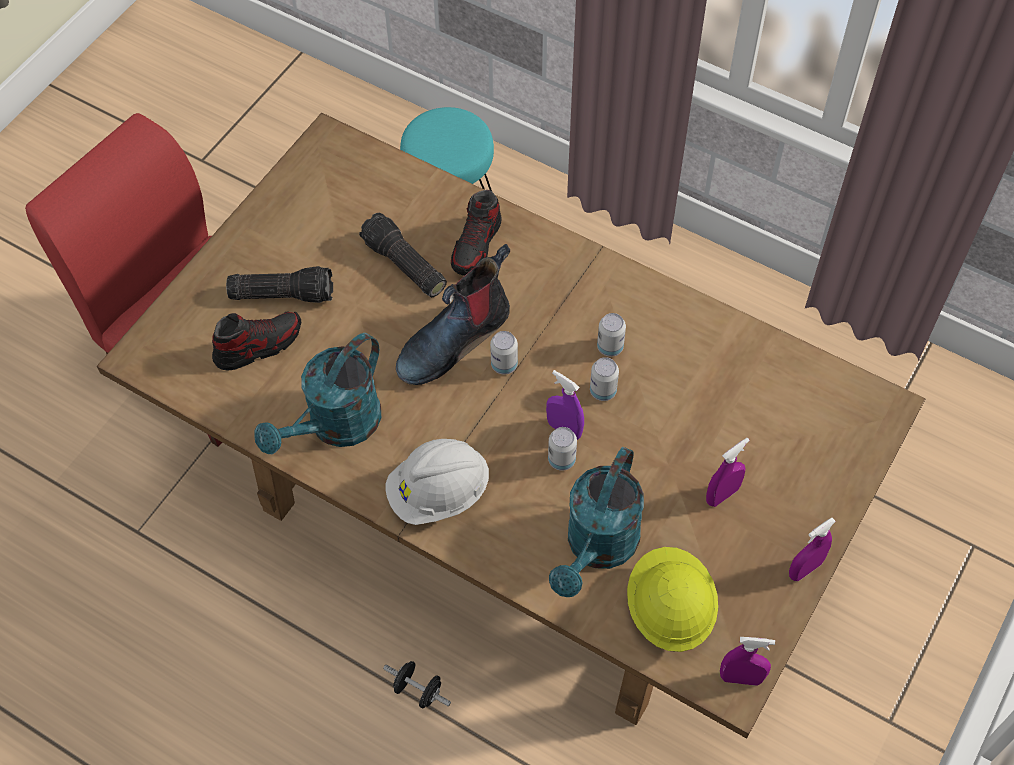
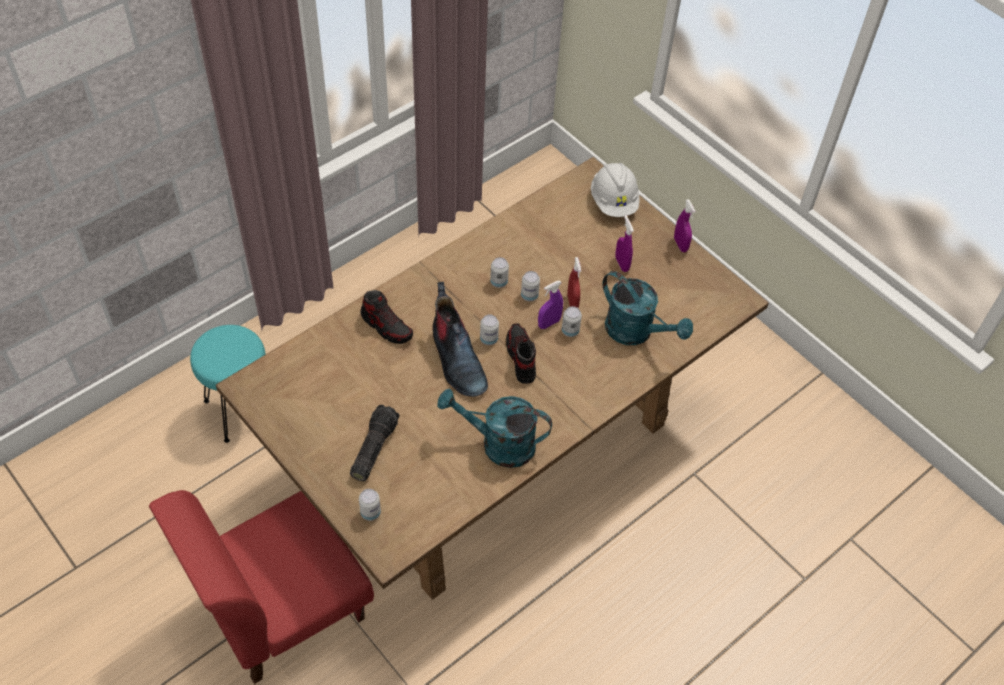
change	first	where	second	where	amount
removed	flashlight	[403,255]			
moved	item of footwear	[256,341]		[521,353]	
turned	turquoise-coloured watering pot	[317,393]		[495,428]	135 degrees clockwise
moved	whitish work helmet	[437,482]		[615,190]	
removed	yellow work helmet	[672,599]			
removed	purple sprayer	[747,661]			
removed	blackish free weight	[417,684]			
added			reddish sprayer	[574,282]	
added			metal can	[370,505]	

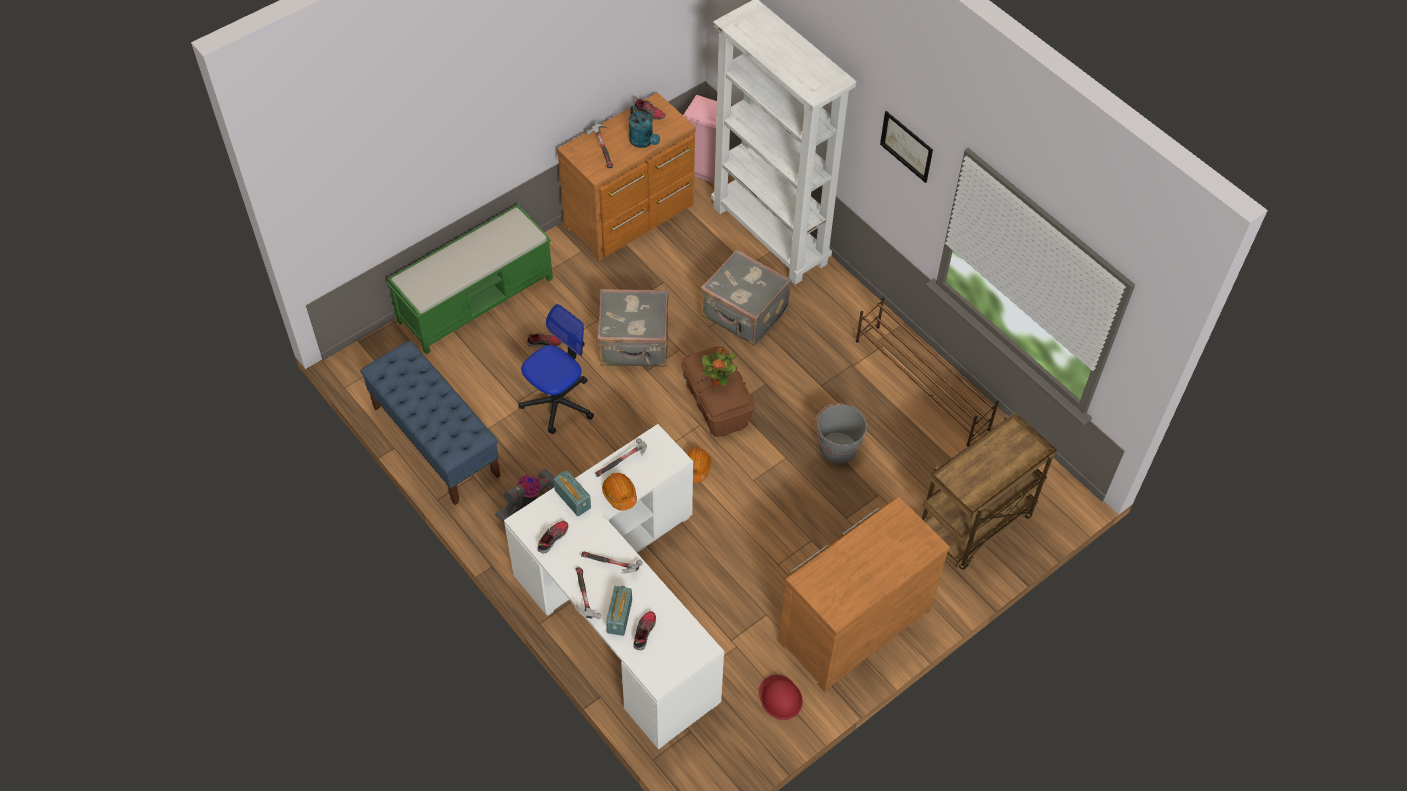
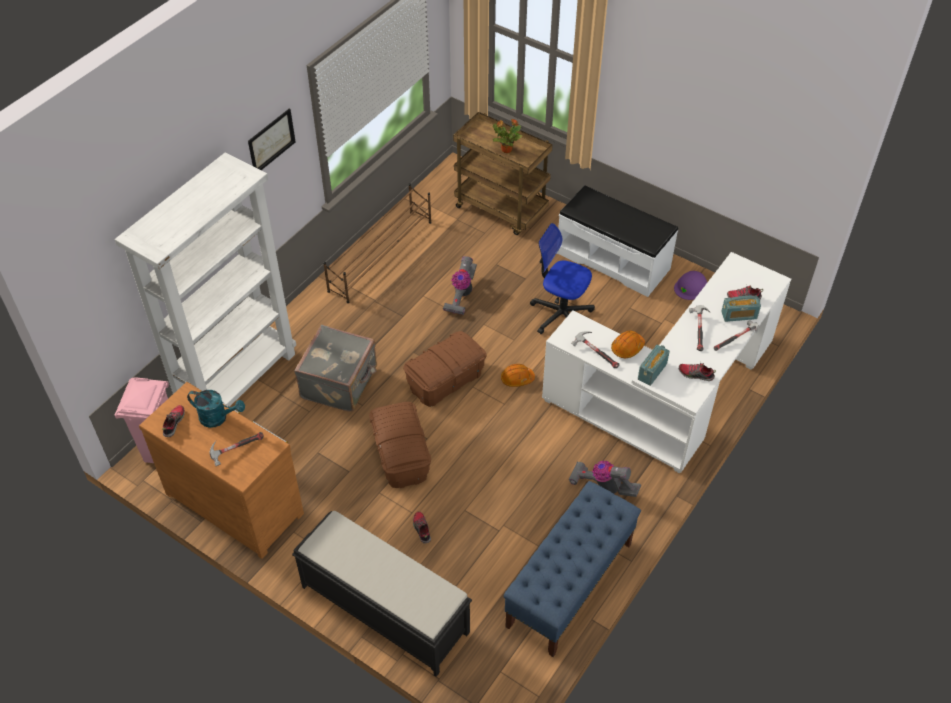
change	first	where	second	where	amount
turned	turquoise-coloured watering pot	[644,126]		[216,409]	60 degrees clockwise
recoloured	greenish indoor bench	[469,279]	blackish indoor bench	[382,594]	
replaced	greyish travel case	[632,328]	brown-coloured storage bin	[400,445]	
moved	office chair	[556,369]		[562,278]	
moved	plant in a pot	[719,367]		[507,136]	
replaced	greyish bucket	[841,433]	vacuum cleaner	[460,285]	
replaced	brown-coloured chest of drawers	[864,594]	whitish indoor bench	[617,241]	
recoloured	reddish work helmet	[781,697]	purple work helmet	[690,285]	

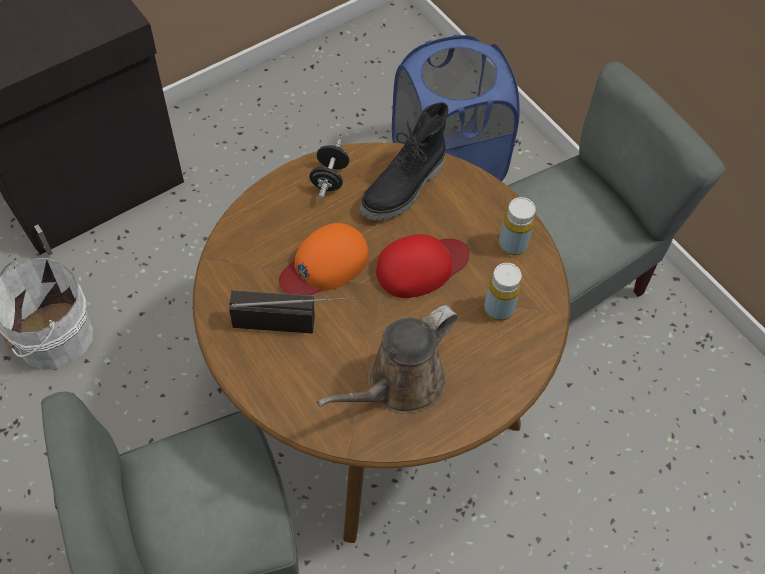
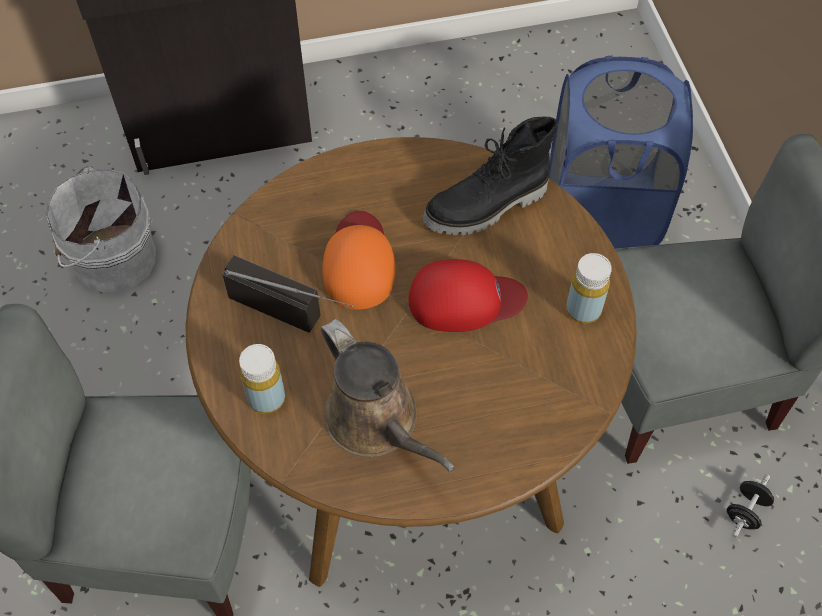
change	first	where	second	where	amount
moved	blackish free weight	[329,169]		[750,506]	
turned	orange-coloured cap	[324,259]		[359,260]	105 degrees clockwise
moved	yellow drink bottle	[503,292]		[262,379]	
turned	brown-coloured watering pot	[387,359]		[388,395]	105 degrees counterclockwise

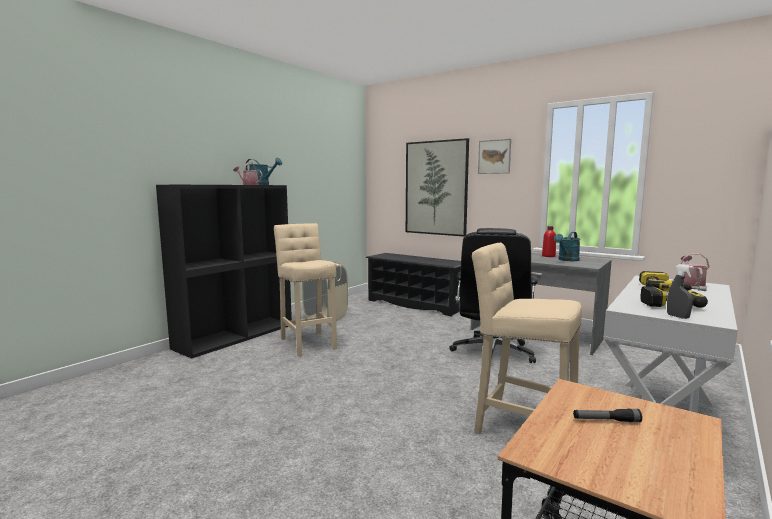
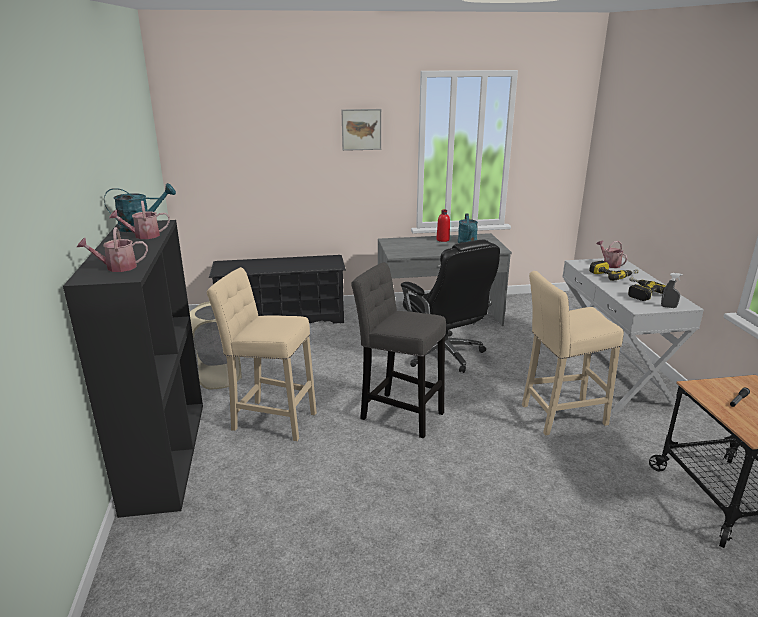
change	first	where	second	where	amount
removed	picture	[437,187]			
added			watering pot	[112,249]	
added			greyish sitting stool	[398,350]	

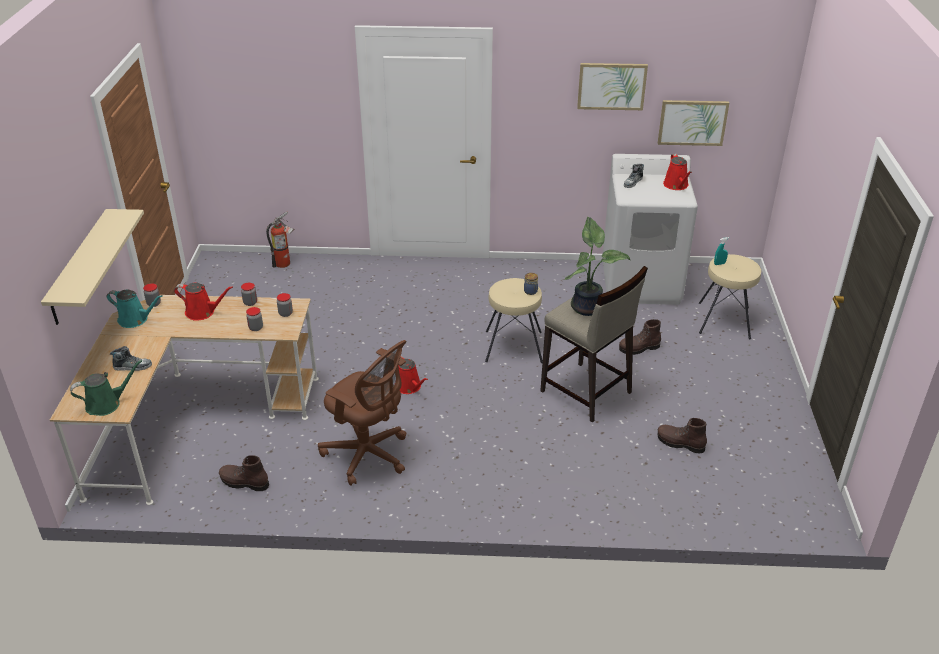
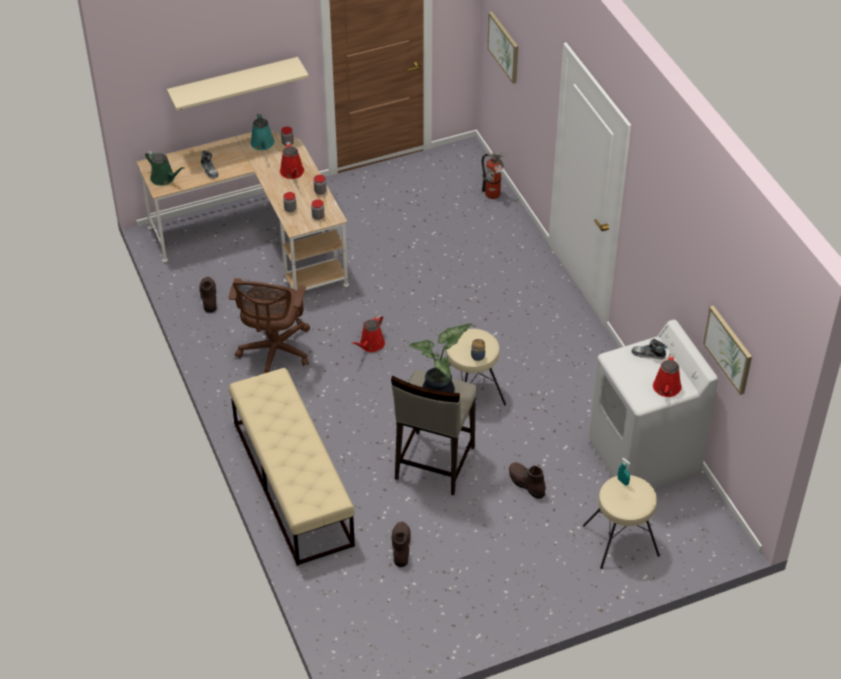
change	first	where	second	where	amount
moved	picture	[612,86]		[502,47]	
turned	reddish watering pot	[677,172]		[667,375]	45 degrees counterclockwise
added			beige indoor bench	[292,467]	

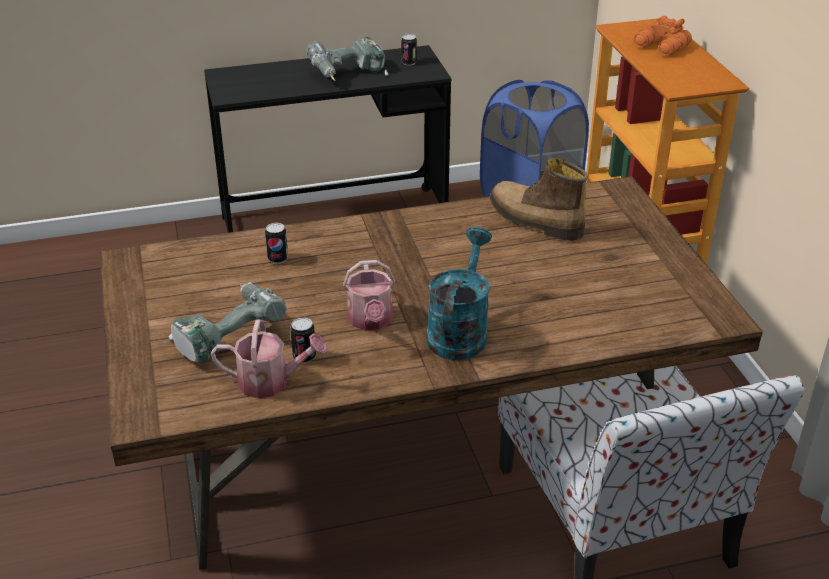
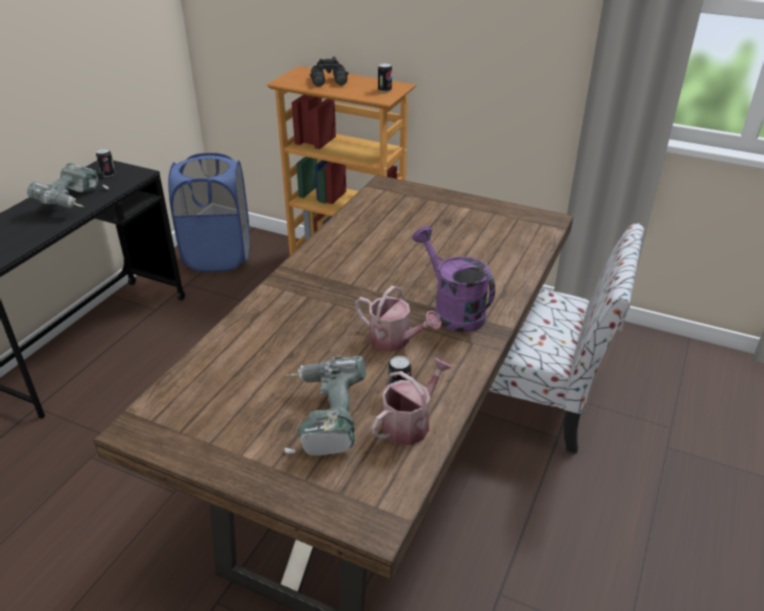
change	first	where	second	where	amount
recoloured	orange-coloured pair of binoculars	[663,36]	blackish pair of binoculars	[329,71]	
removed	tall boot	[539,199]			
moved	metal can	[276,243]		[385,77]	
recoloured	turquoise-coloured watering pot	[459,293]	purple watering pot	[454,279]	

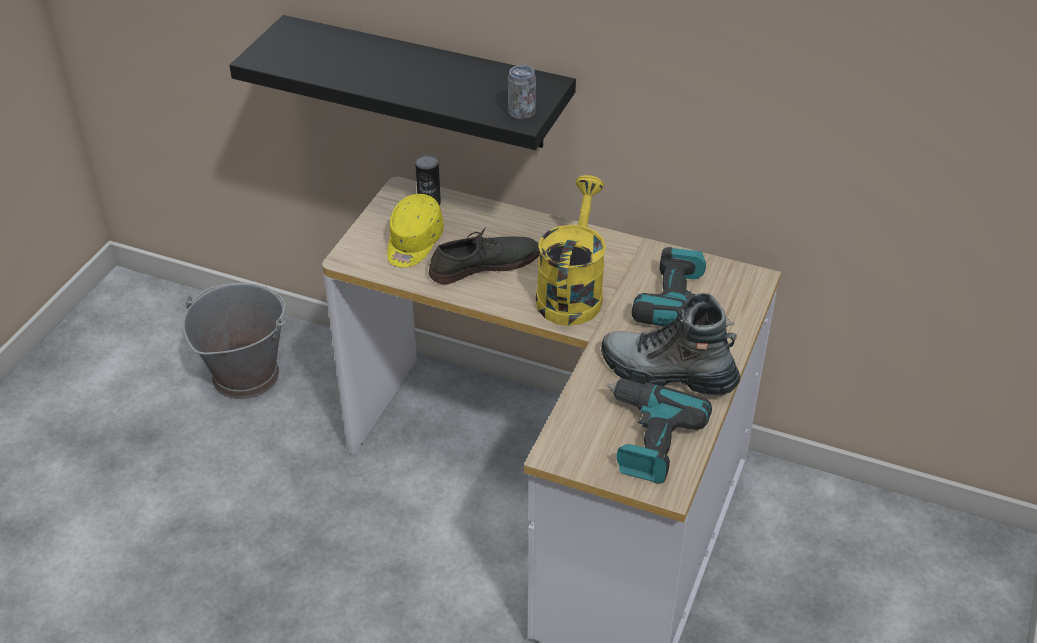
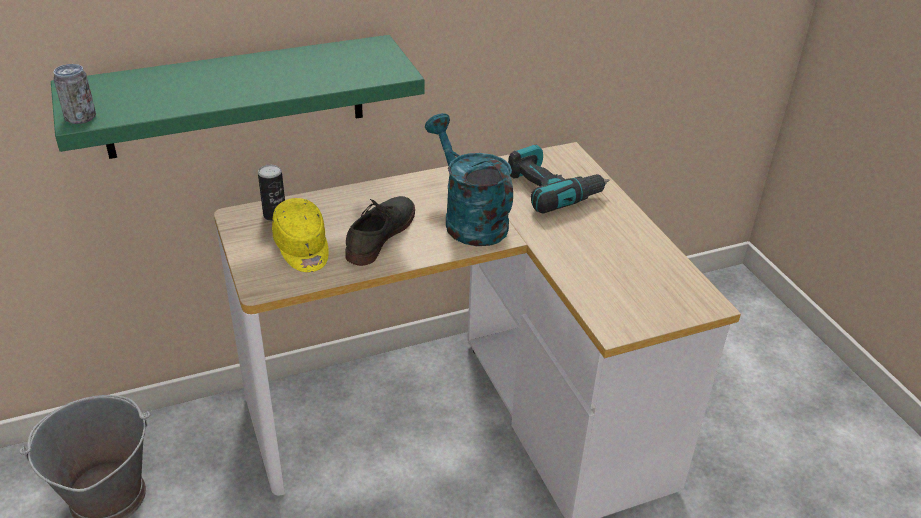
change	first	where	second	where	amount
recoloured	blackish shelf	[402,82]	greenish shelf	[237,97]	
moved	metal can	[522,92]		[74,94]	
recoloured	yellow watering pot	[571,250]	turquoise-coloured watering pot	[469,179]	
removed	tall boot	[670,344]			
removed	electric drill	[658,431]			

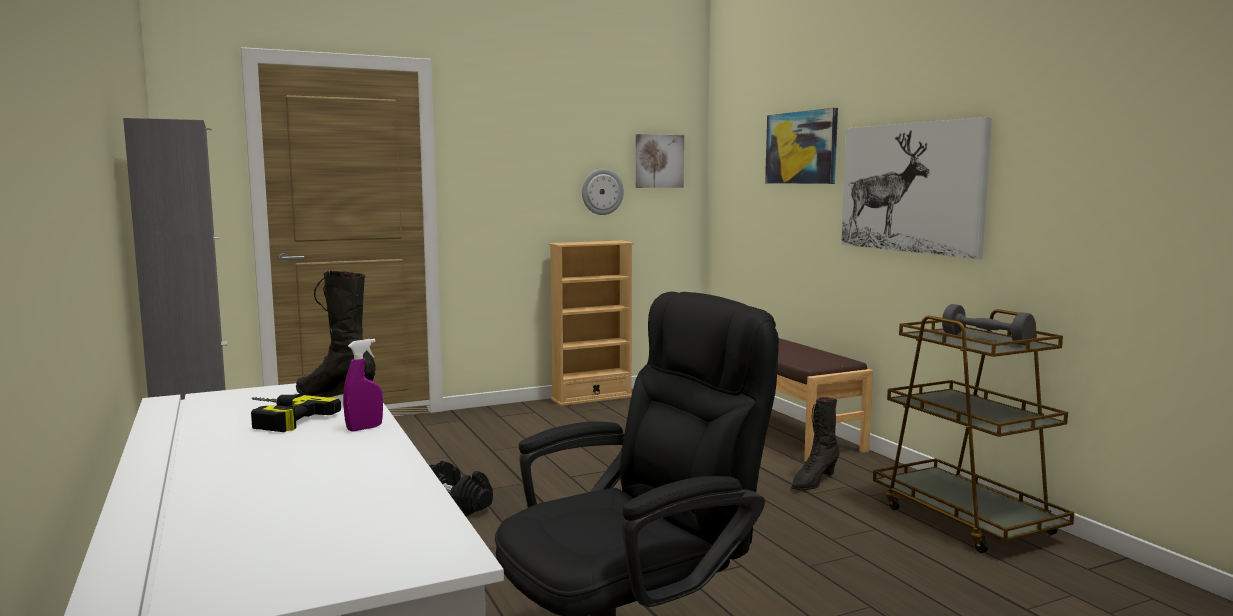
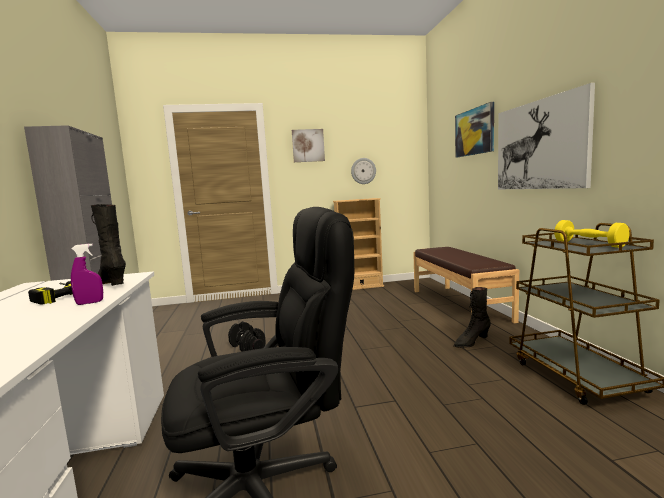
change	first	where	second	where	amount
moved	picture	[660,161]		[308,145]	
recoloured	greyish free weight	[988,324]	yellow free weight	[592,234]	

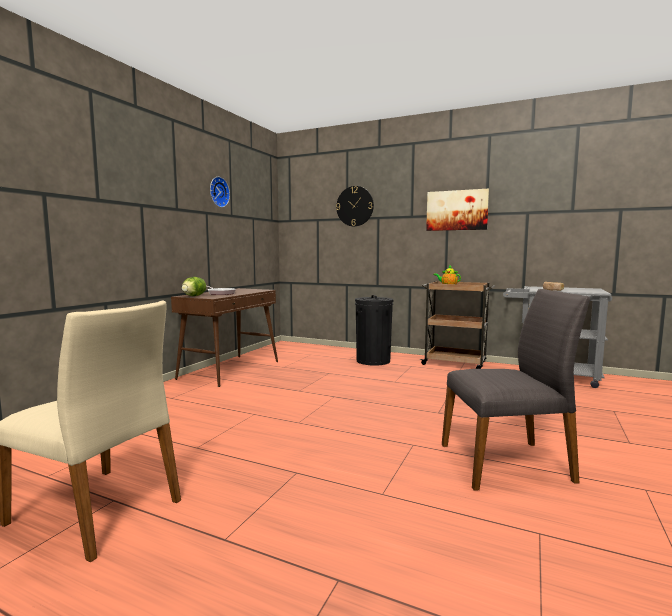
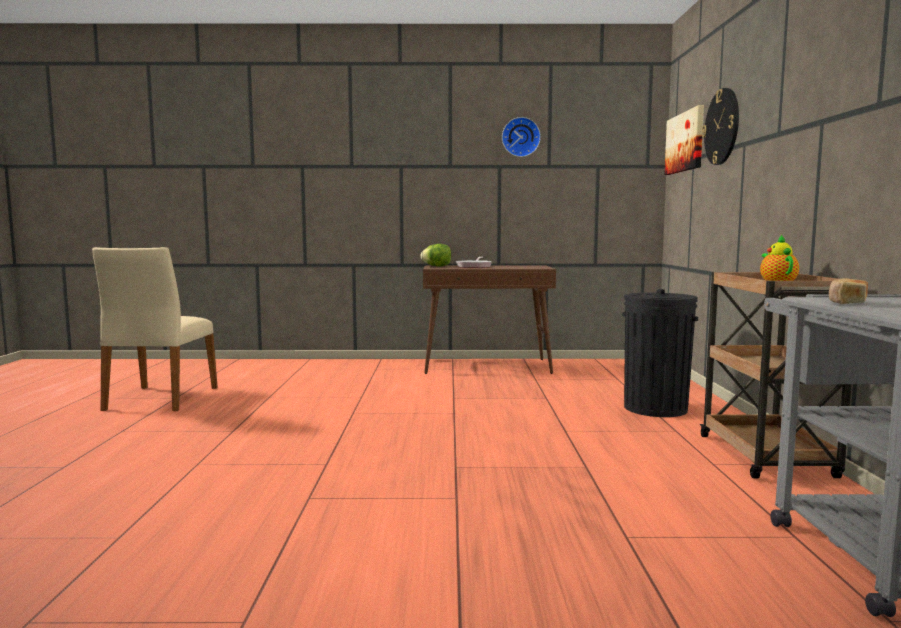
change	first	where	second	where	amount
moved	picture	[457,209]		[684,140]	
removed	greyish upright chair	[516,390]			

